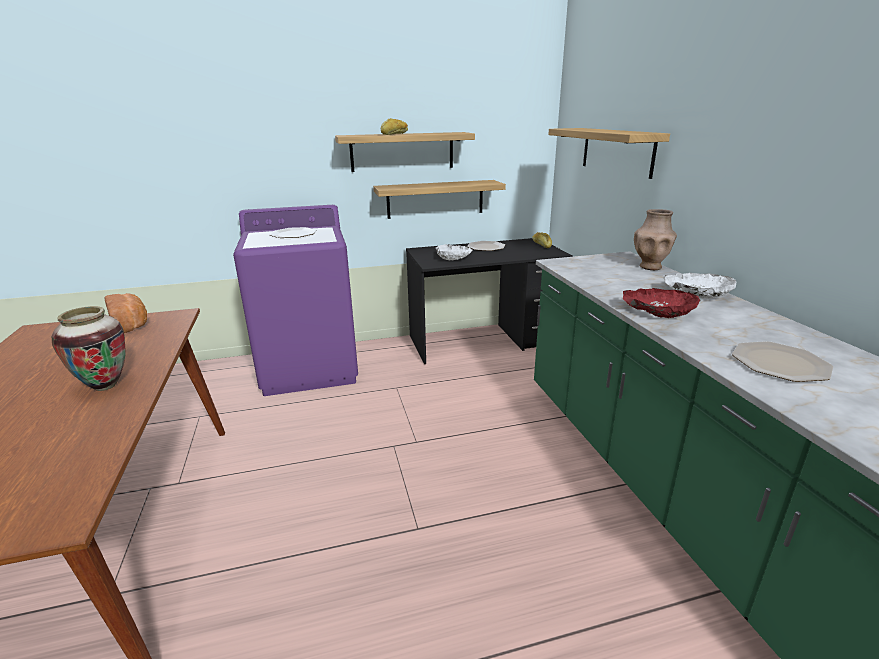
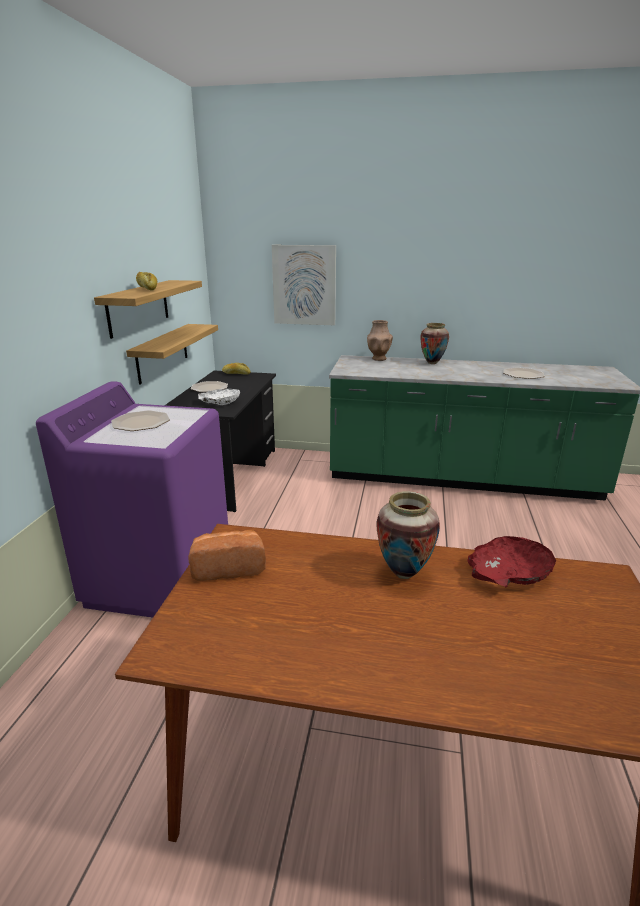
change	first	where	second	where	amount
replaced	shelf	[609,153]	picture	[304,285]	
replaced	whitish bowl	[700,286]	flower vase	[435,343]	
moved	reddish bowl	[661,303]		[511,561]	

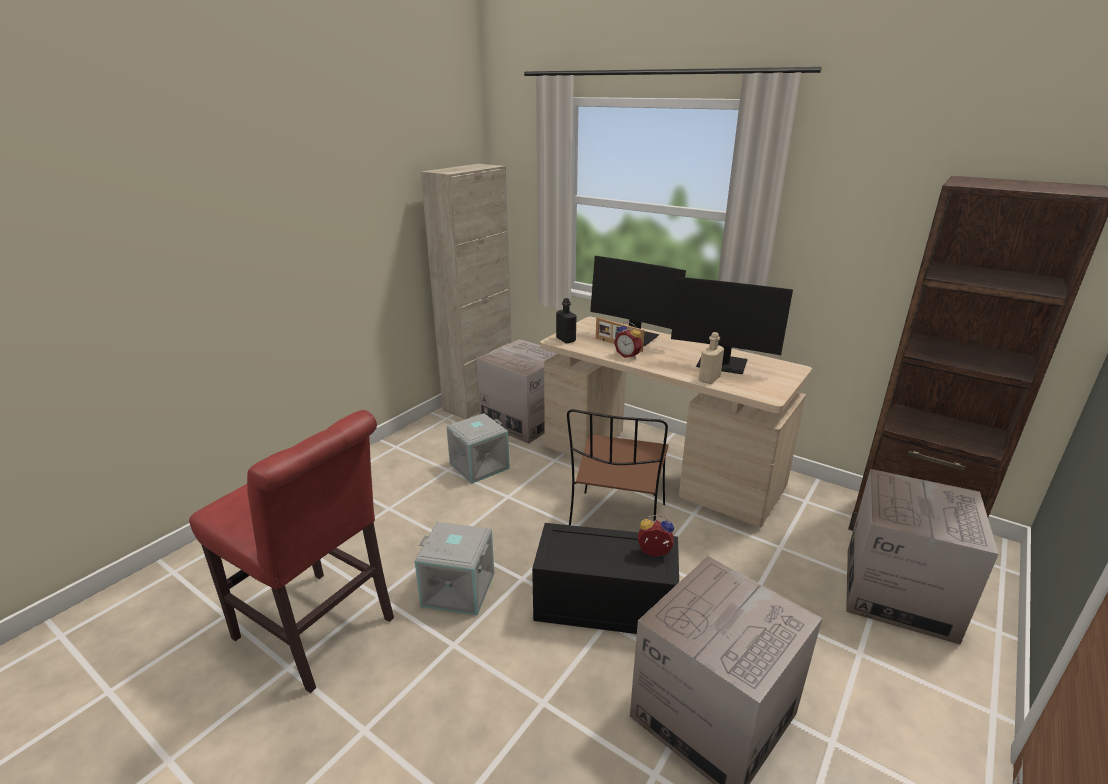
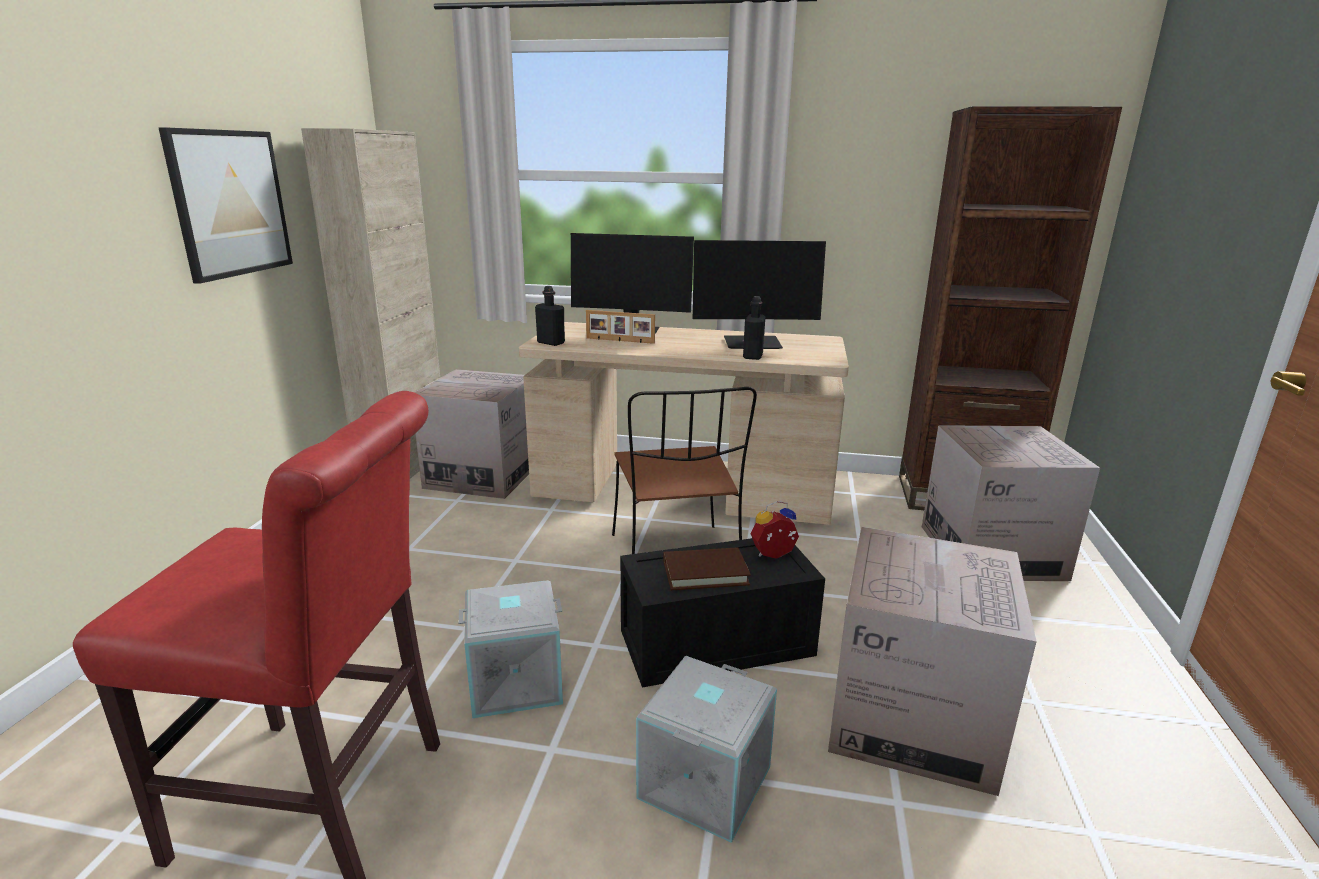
change	first	where	second	where	amount
removed	alarm clock	[628,340]			
recoloured	beige drink bottle	[711,358]	blackish drink bottle	[754,328]	
moved	greyish storage bin	[478,448]		[706,749]	
added			picture	[225,205]	
added			brown-coloured bound book	[707,569]	

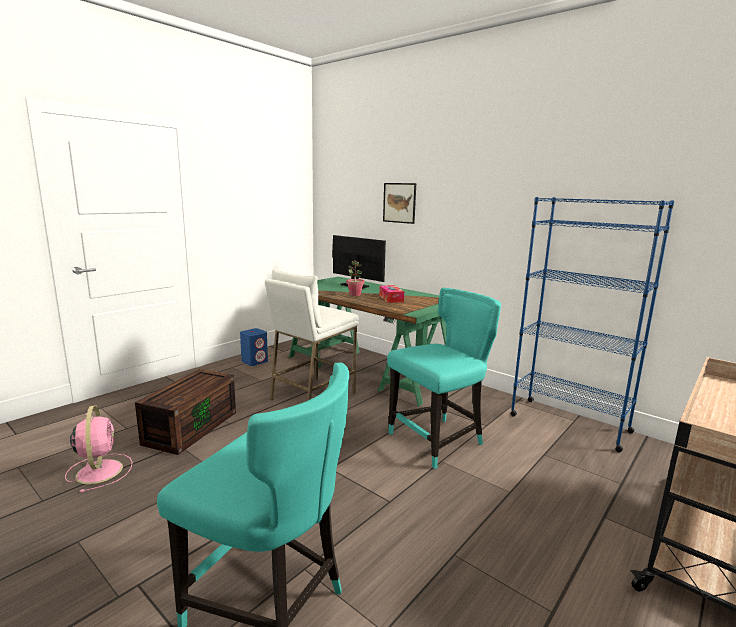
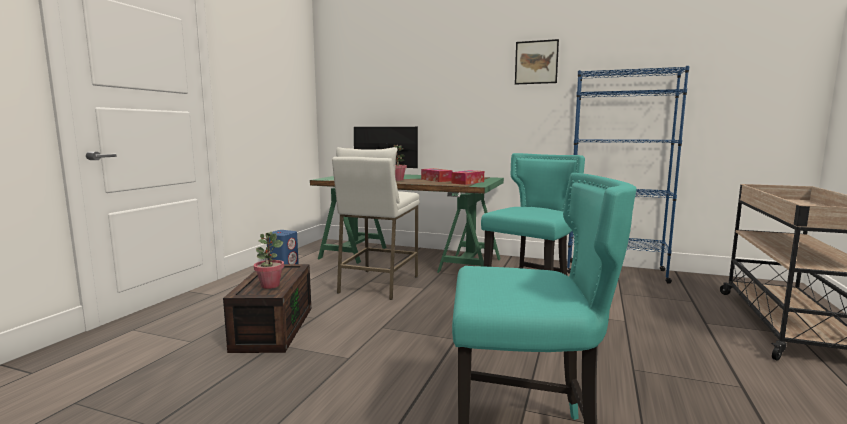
change	first	where	second	where	amount
moved	picture	[399,203]		[537,62]	
removed	pinkish electric fan	[99,449]			
added			tissue holder	[467,177]	
added			plant in a pot	[269,260]	

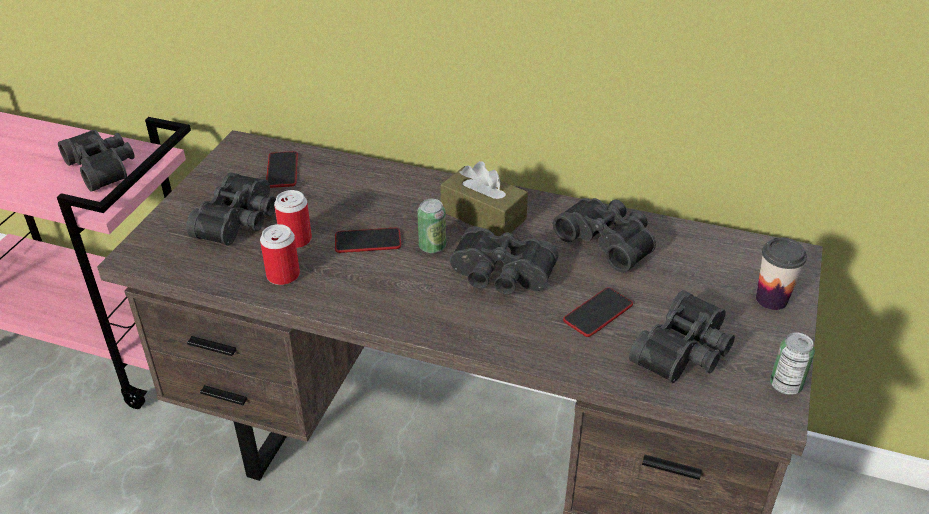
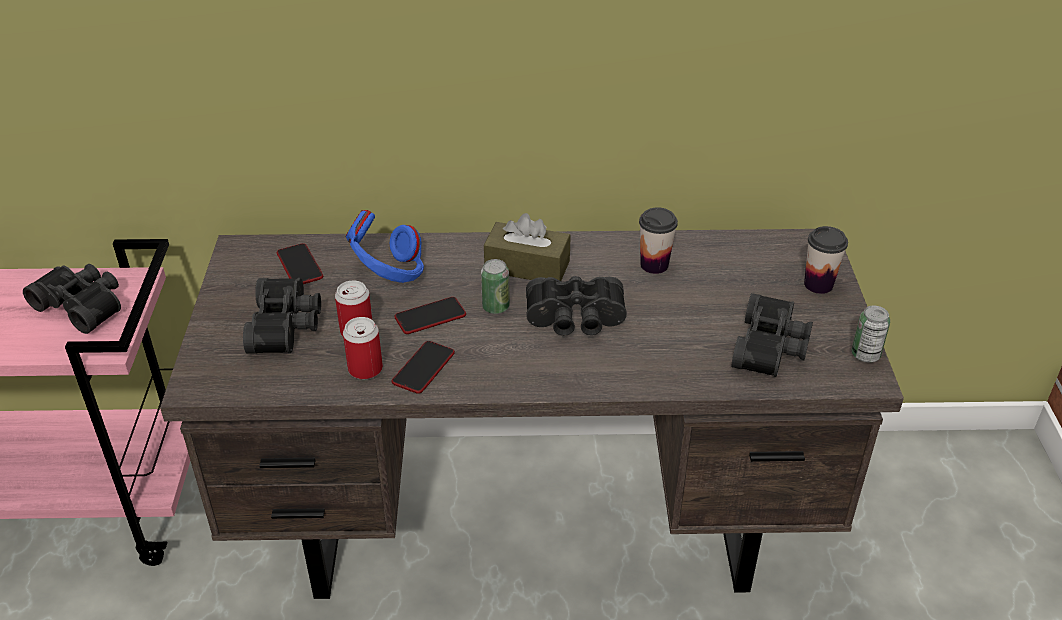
change	first	where	second	where	amount
replaced	blackish pair of binoculars	[604,235]	cup	[658,240]	
moved	handset	[598,312]		[423,367]	
added			blue-coloured headphones	[385,246]	

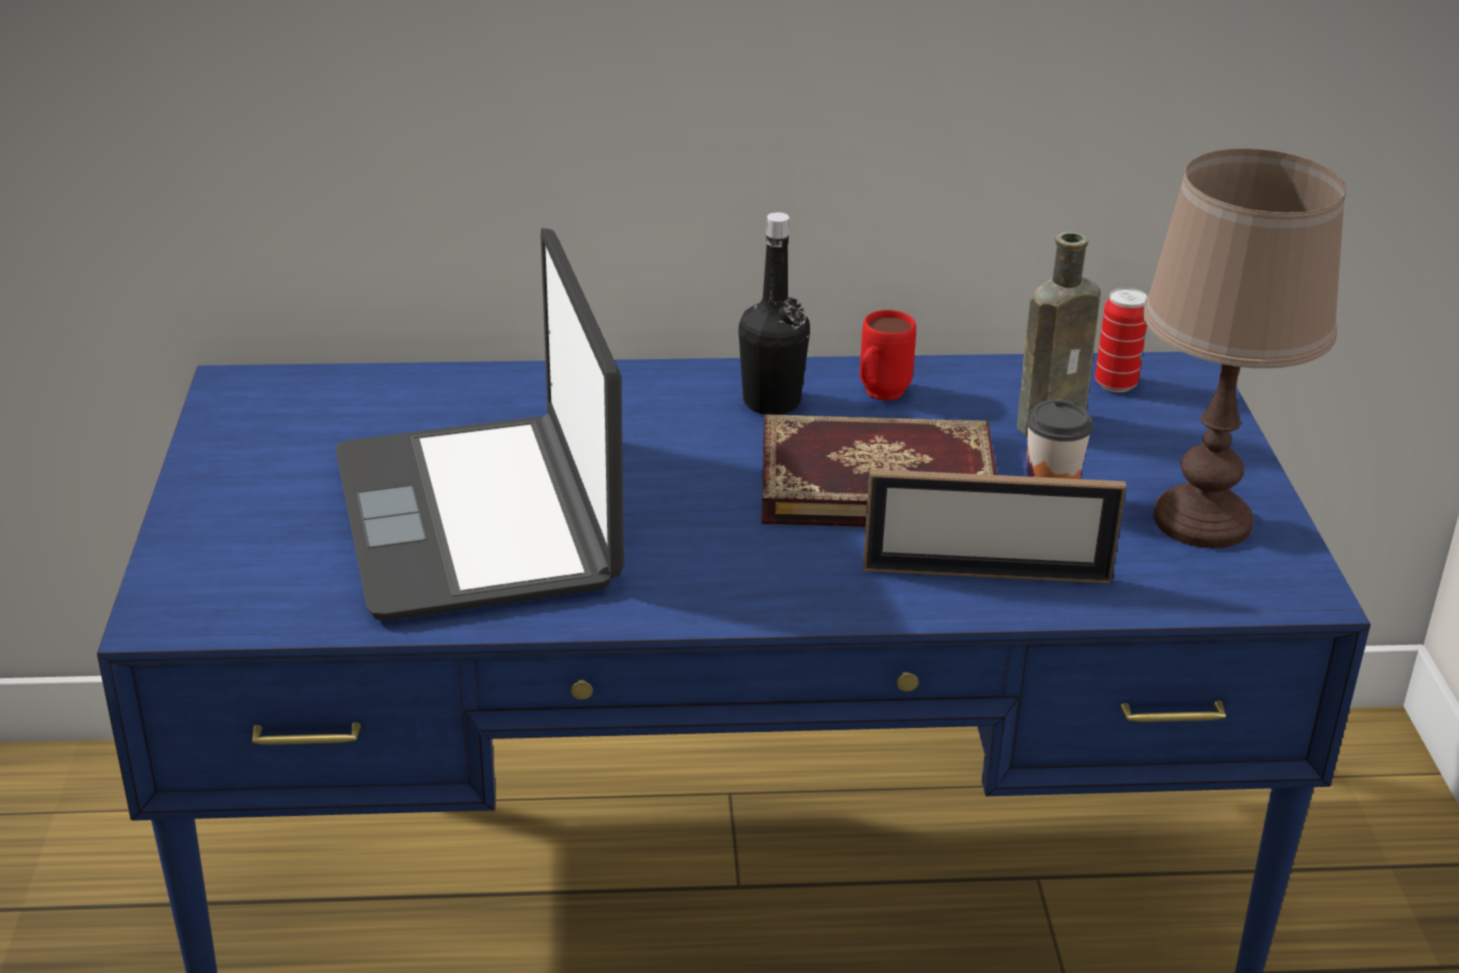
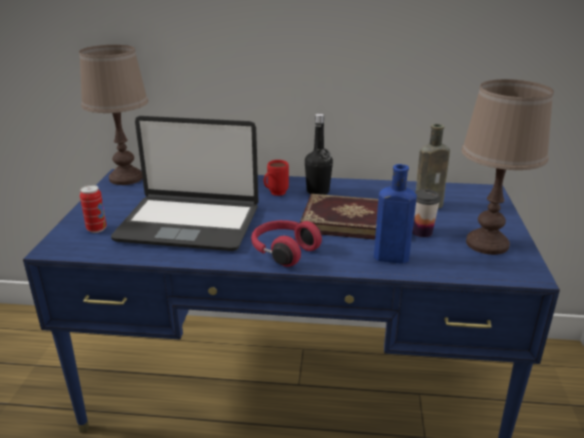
change	first	where	second	where	amount
turned	notebook computer	[480,424]		[184,183]	75 degrees counterclockwise
moved	metal can	[1121,340]		[93,209]	
moved	reddish tea mug	[888,355]		[276,178]	
replaced	standing frame	[994,526]	blue-coloured drink bottle	[393,214]	
added			brown-coloured tabletop lamp	[113,115]	
added			reddish headphones	[286,243]	

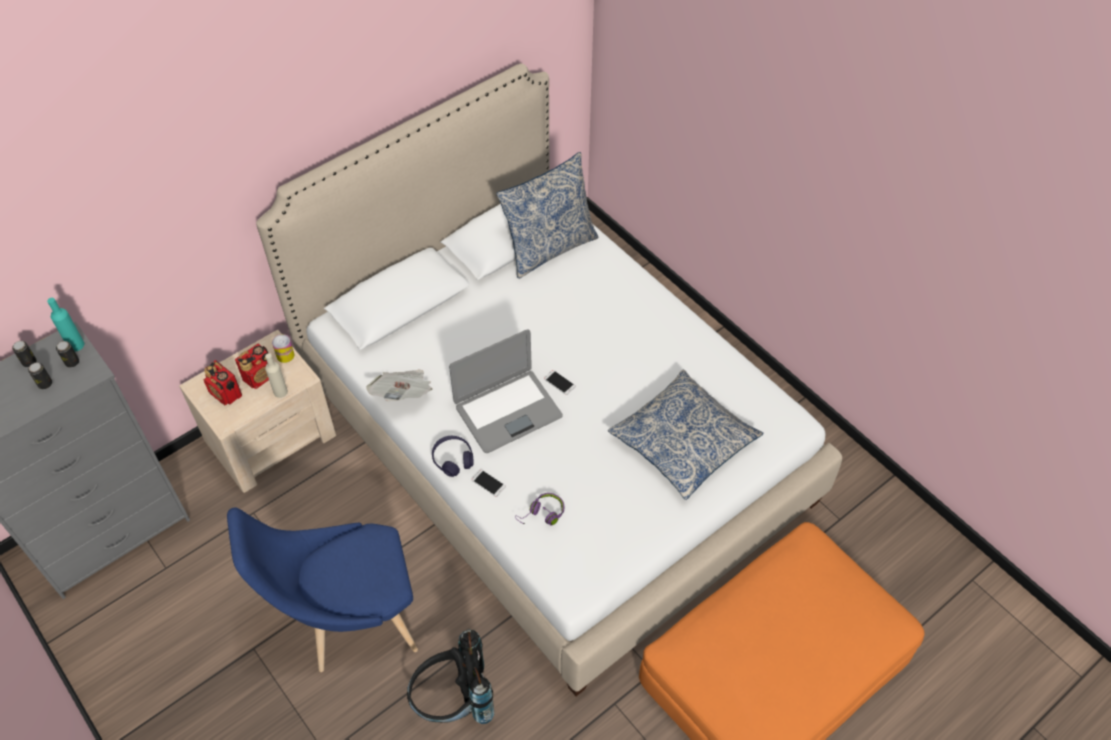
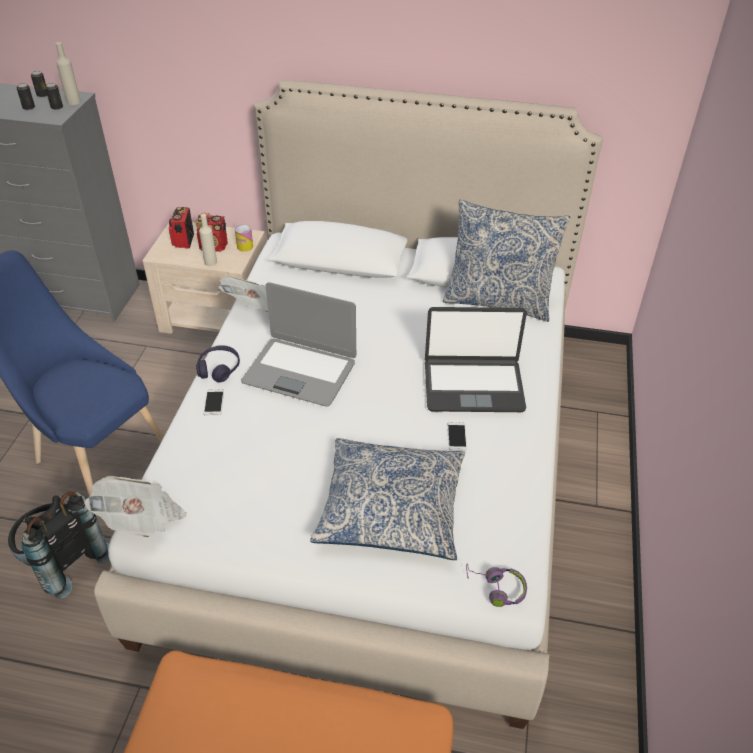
change	first	where	second	where	amount
recoloured	turquoise-coloured drink bottle	[65,325]	beige drink bottle	[68,73]	
moved	handset	[560,382]		[457,436]	
moved	purple headphones	[539,509]		[496,585]	
added			notebook computer	[476,359]	
added			daily paper	[135,506]	

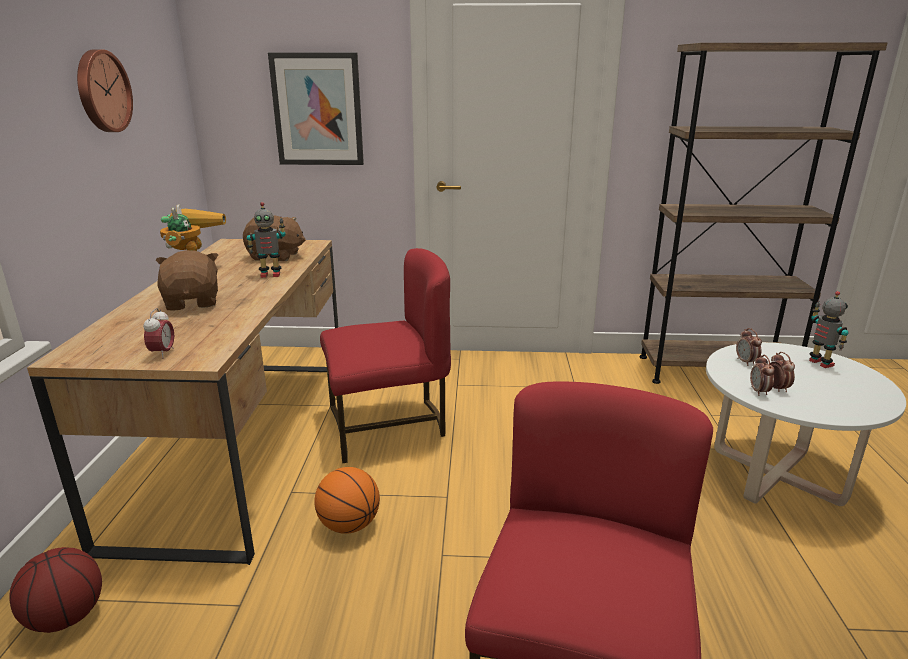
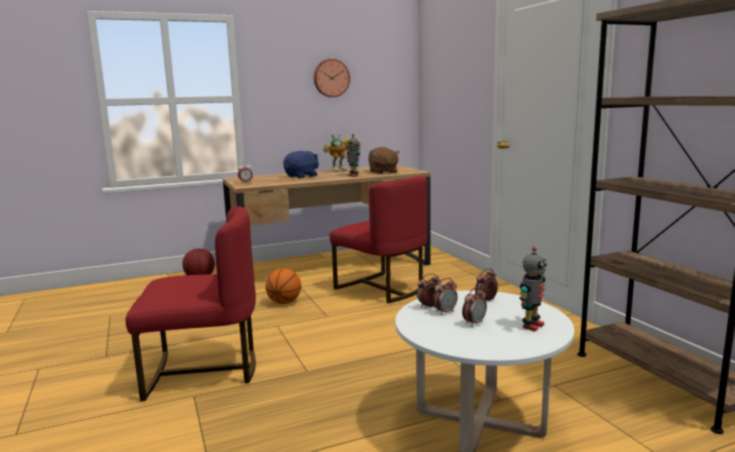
change	first	where	second	where	amount
removed	picture	[316,109]			
recoloured	brown-coloured soft toy	[187,280]	blue-coloured soft toy	[301,164]	
added			alarm clock	[474,307]	

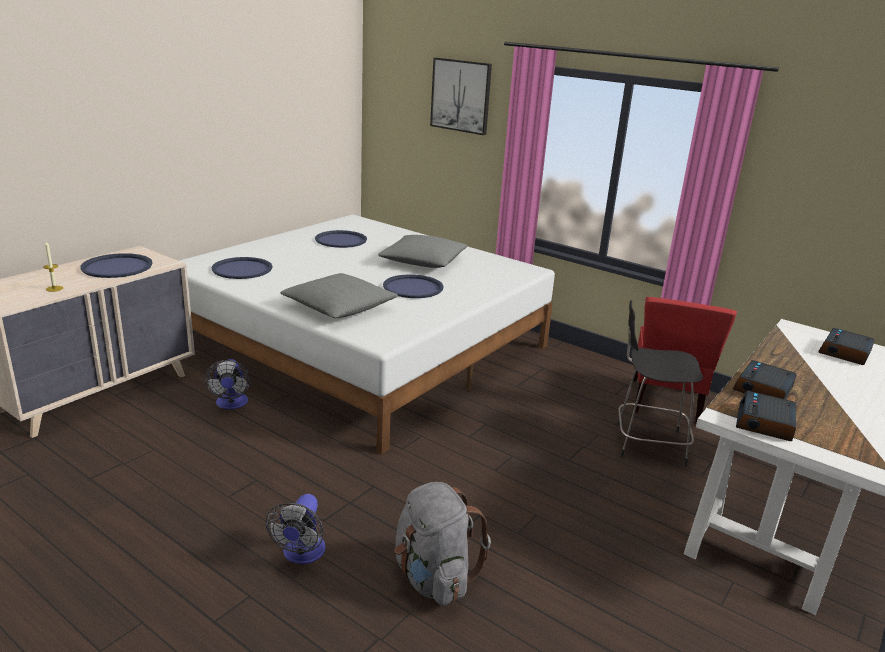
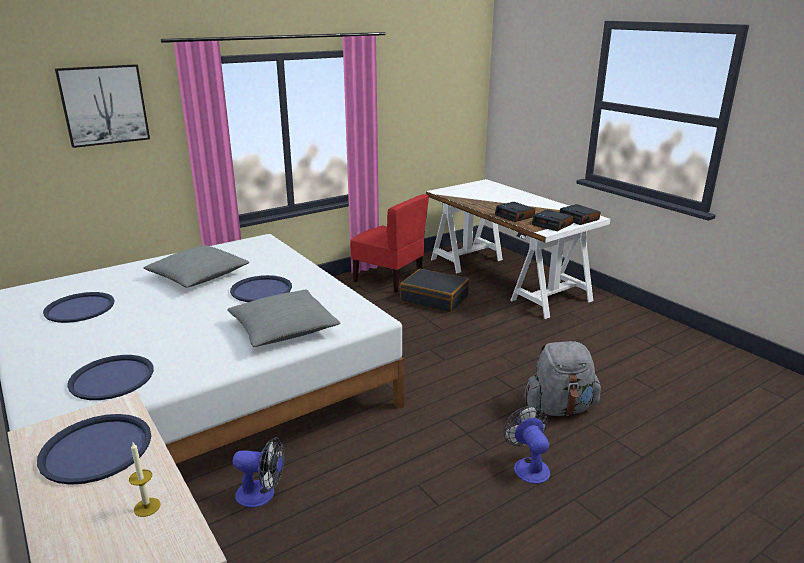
change	first	where	second	where	amount
replaced	blackish sitting stool	[660,383]	blackish travel case	[435,291]	
moved	alarm clock	[846,346]		[580,214]	
turned	electric fan	[296,529]		[526,445]	135 degrees counterclockwise

